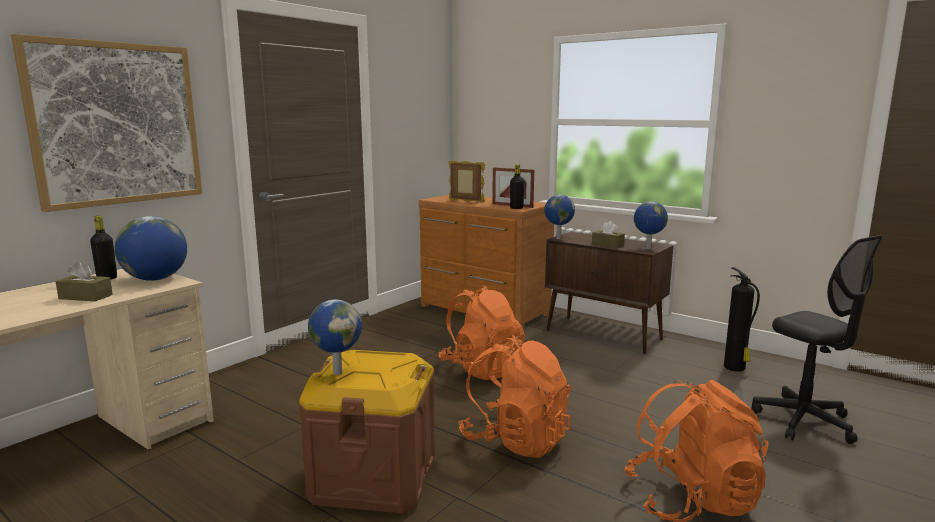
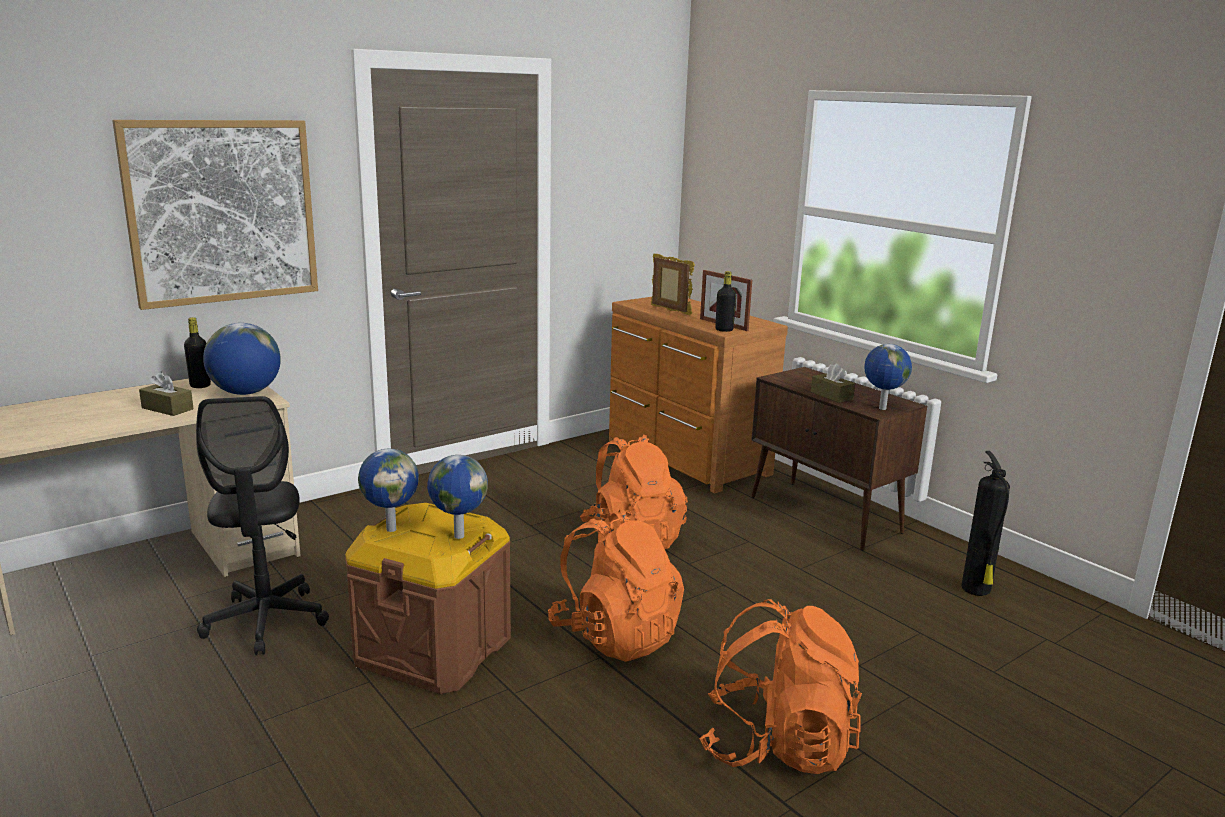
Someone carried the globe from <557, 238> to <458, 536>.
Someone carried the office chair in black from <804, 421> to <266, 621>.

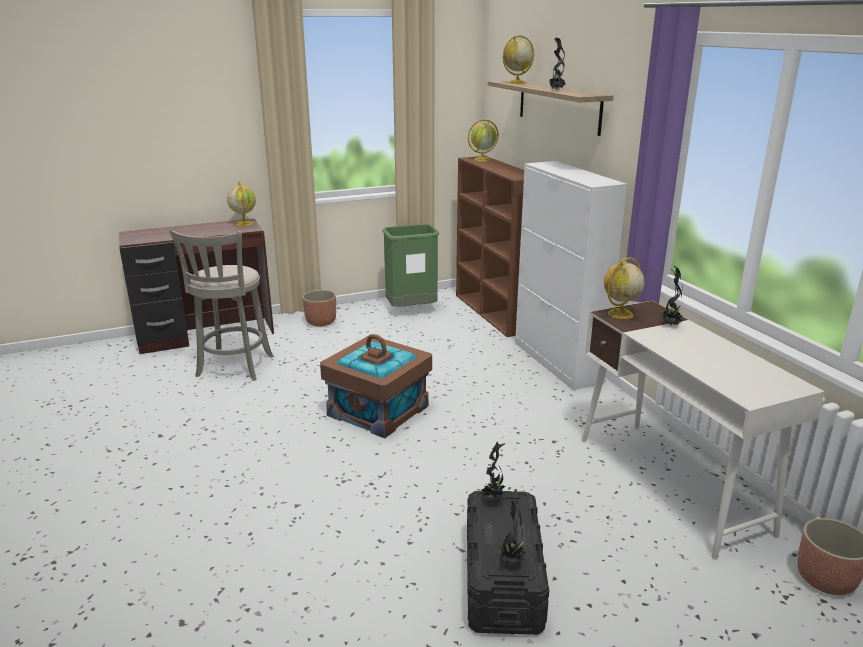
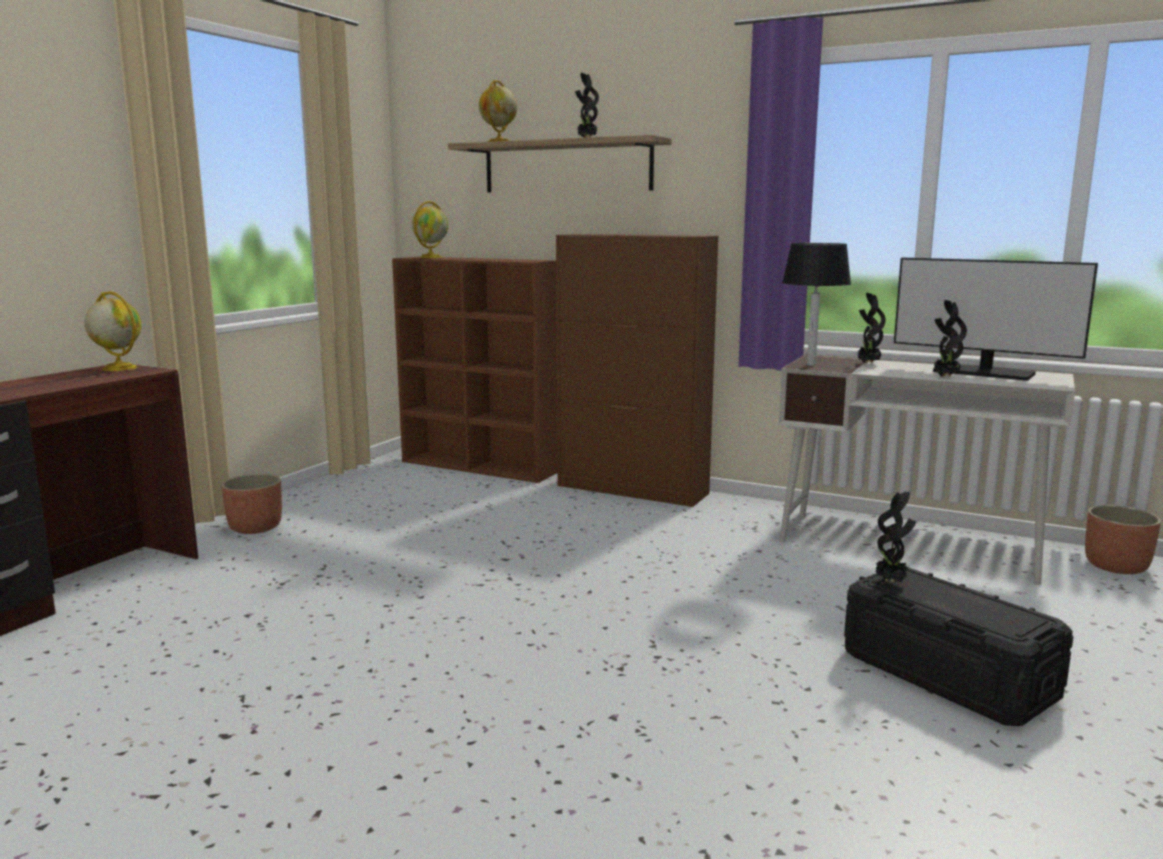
Someone repainted the cabinet in white at <557, 362>, which became the cabinet in brown at <633, 490>.
Someone took away the trash can in green at <411, 310>.
Someone took away the stool in grey at <233, 368>.
Someone swapped the globe at <620, 314> for the table lamp in black at <811, 365>.
Someone took away the storage box in brown at <378, 410>.
Someone carried the potted plant from <511, 561> to <944, 377>.
Someone put down the monitor at <983, 373>.

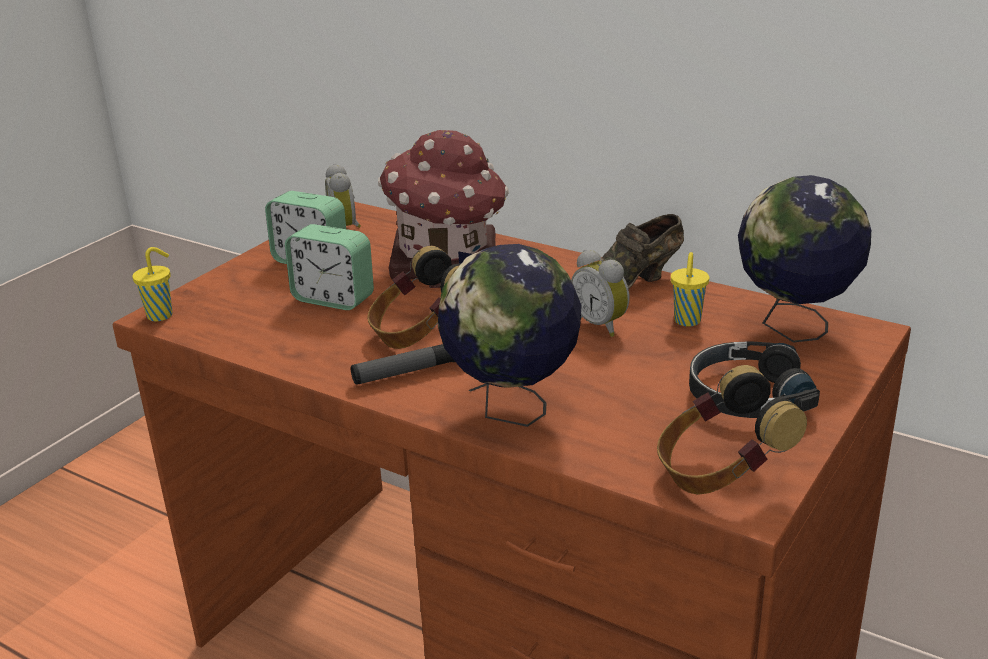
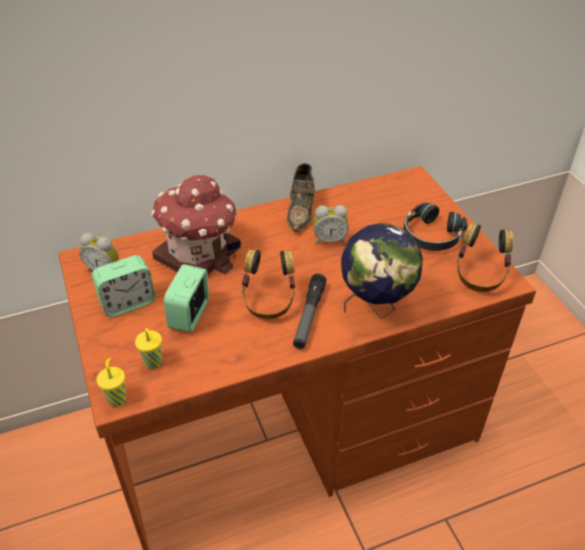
Someone took away the globe at <794, 328>.
Someone rotated the alarm clock at <333, 299> by 135 degrees clockwise.
Someone carried the cup in yellow from <687, 321> to <153, 363>.

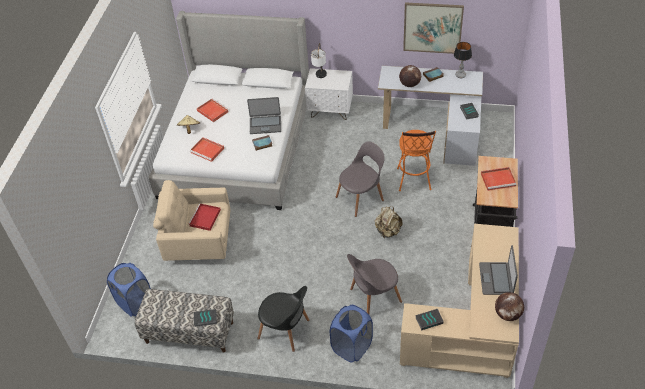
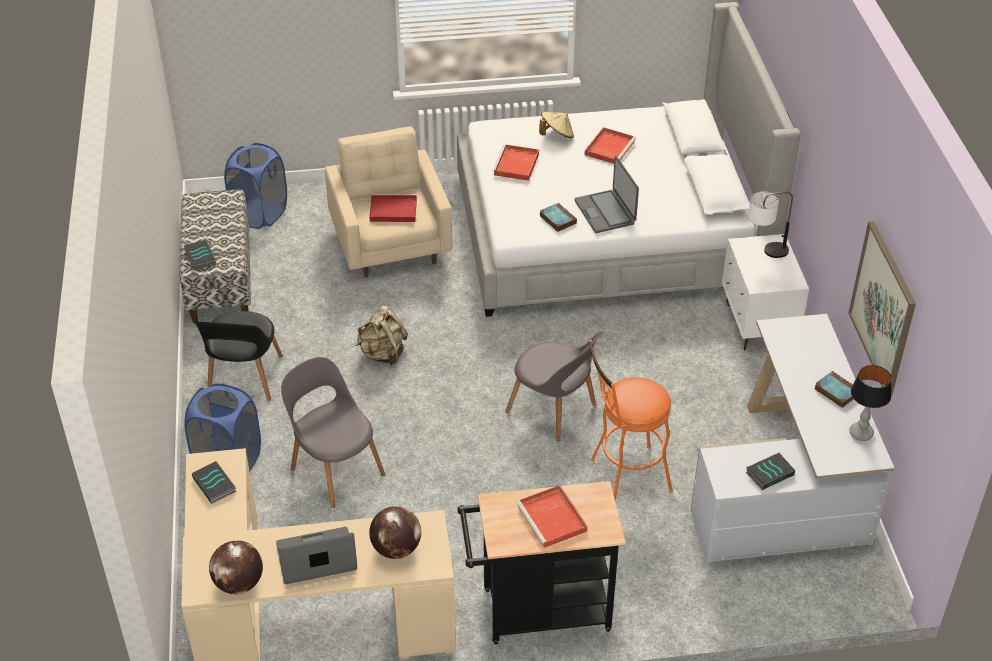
Someone carried the globe from <409, 84> to <396, 548>.
Someone carried the backpack in beige from <388, 231> to <383, 354>.

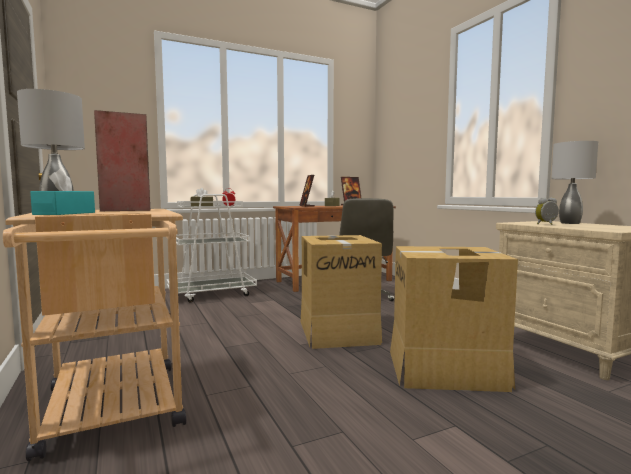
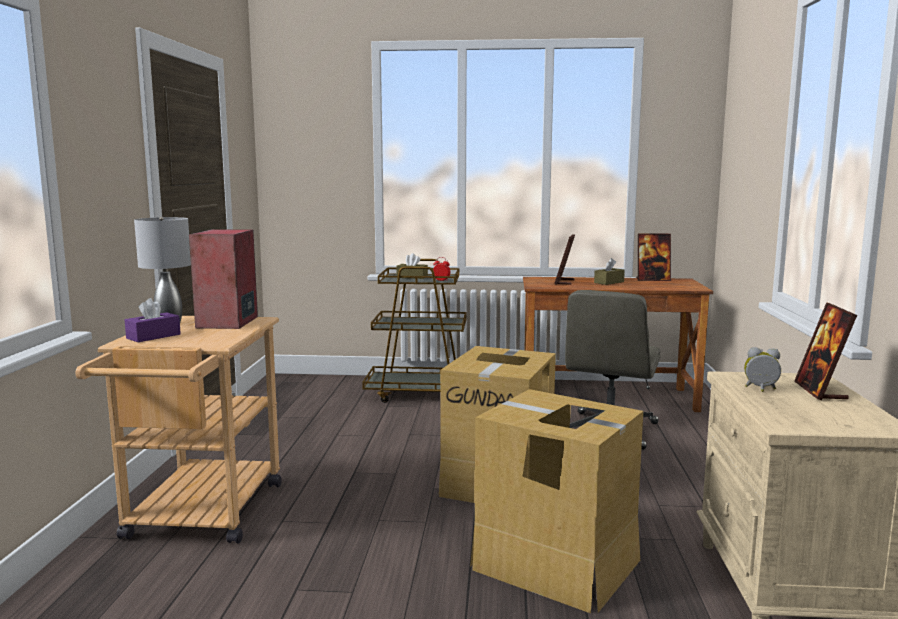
Someone swapped the table lamp in grey at <570, 223> for the picture frame at <820, 391>.
Someone repainted the tissue box in turquoise at <65, 213>, which became the tissue box in purple at <153, 336>.
Someone repainted the cart in white at <212, 294>, which became the cart in brown at <421, 393>.

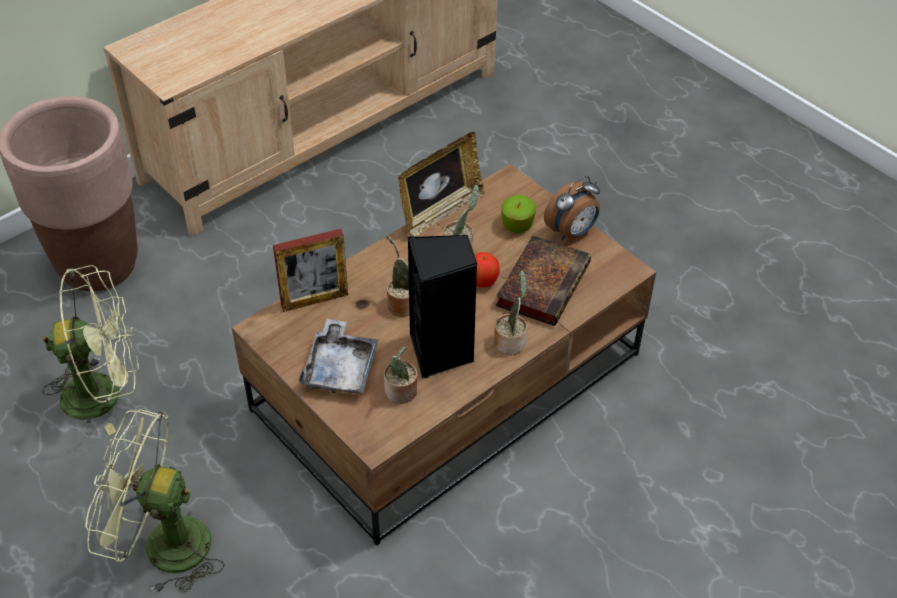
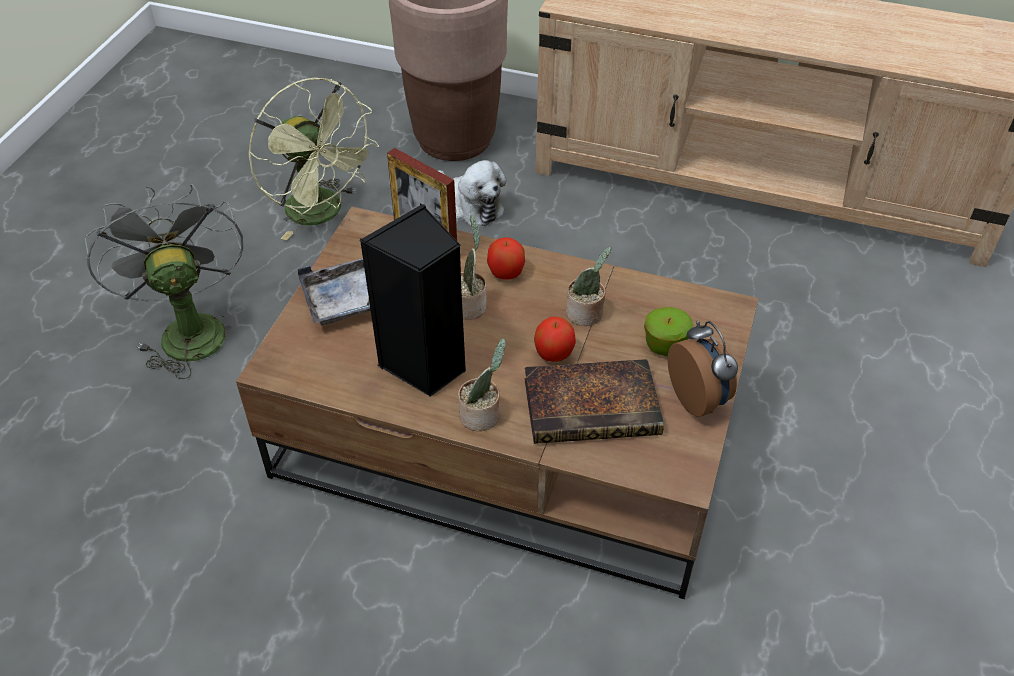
Someone took away the picture frame at <440, 212>.
Someone rotated the alarm clock at <572, 232> by 135 degrees counterclockwise.
Someone took away the potted plant at <401, 393>.
Someone repainted the fan in green at <162, 545>, which became the fan in grey at <188, 328>.
Someone put down the plush toy at <470, 205>.
Someone put down the apple at <506, 273>.

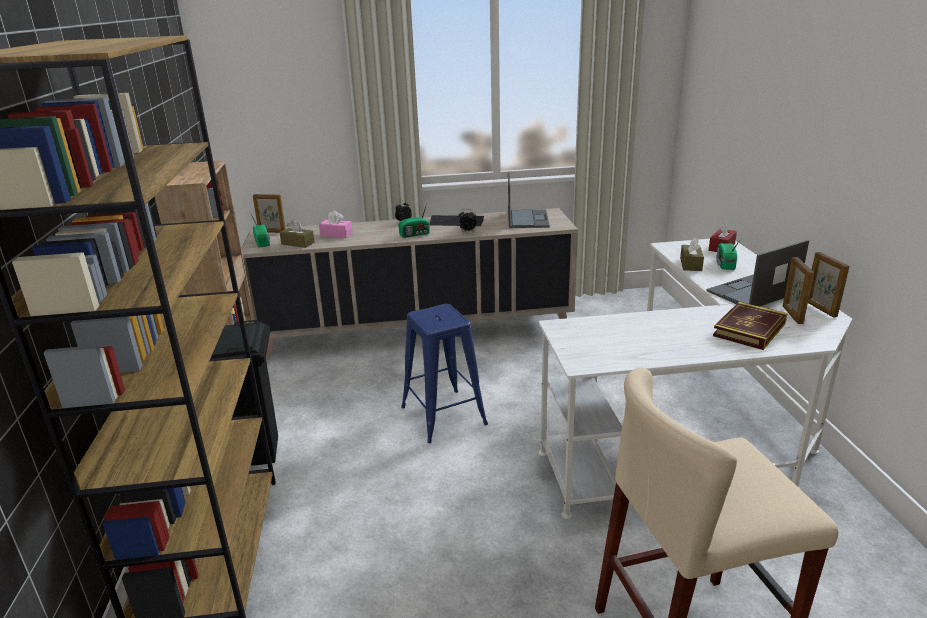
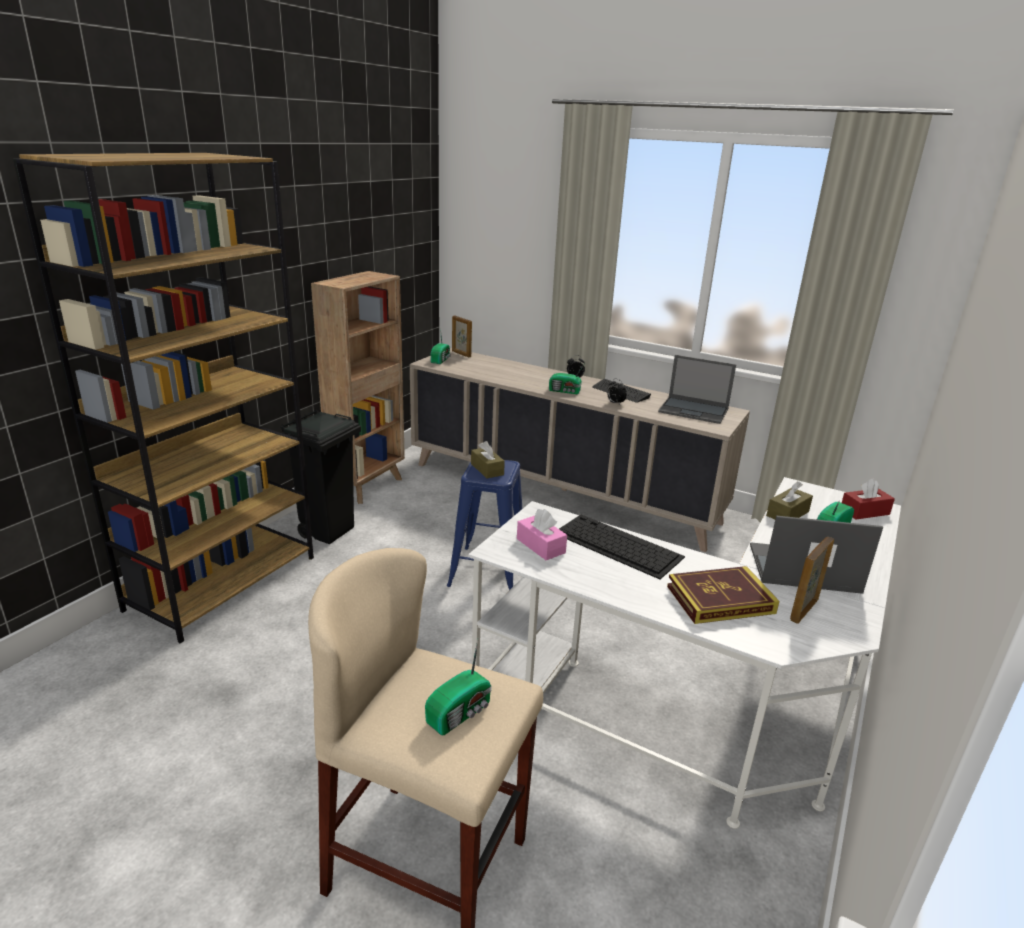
Someone rotated the laptop at <527, 219> by 75 degrees clockwise.
Someone carried the tissue box in pink from <336, 234> to <540, 546>.
Someone carried the tissue box in brown from <298, 243> to <487, 469>.
Someone took away the picture frame at <820, 309>.
Someone put down the keyboard at <616, 545>.
Someone put down the radio at <461, 713>.

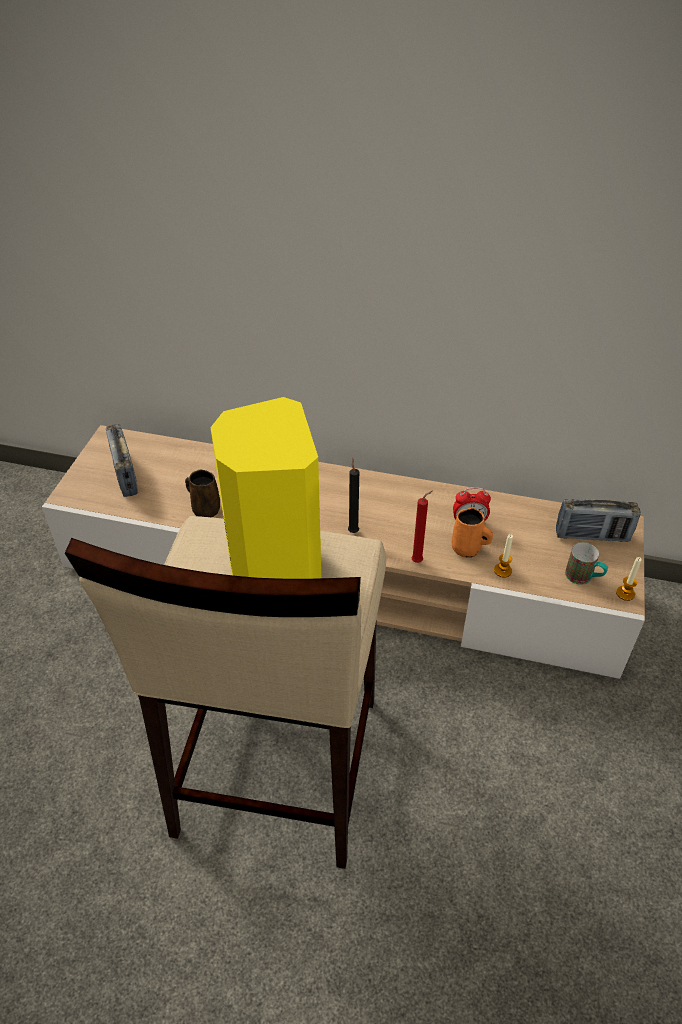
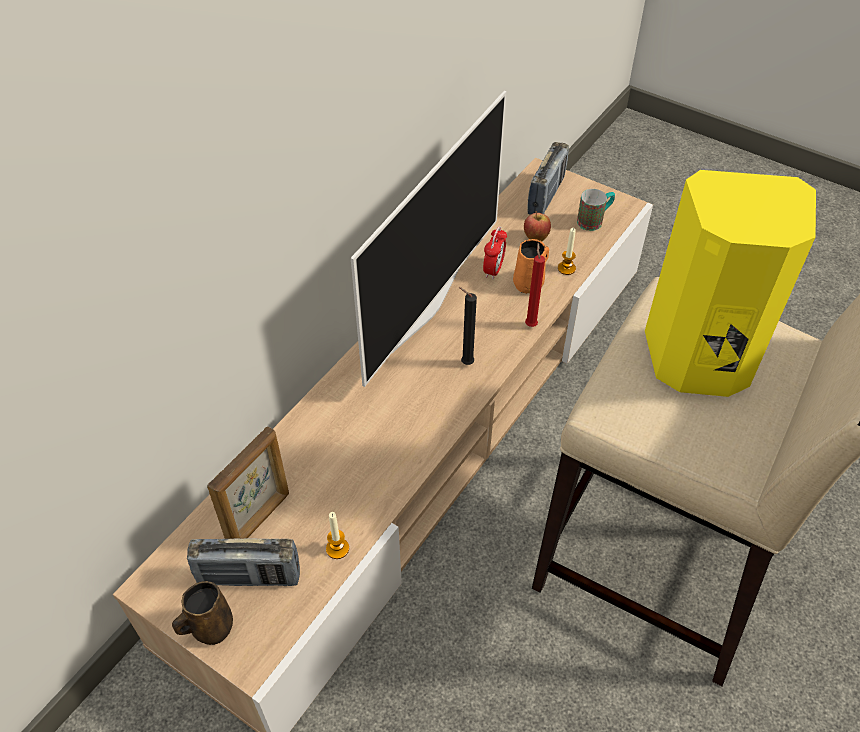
Someone carried the mug in brown from <205, 509> to <210, 628>.
Someone carried the candle from <625, 593> to <337, 548>.
Someone put down the television at <424, 308>.
Someone put down the apple at <535, 238>.
Someone put down the picture frame at <260, 518>.

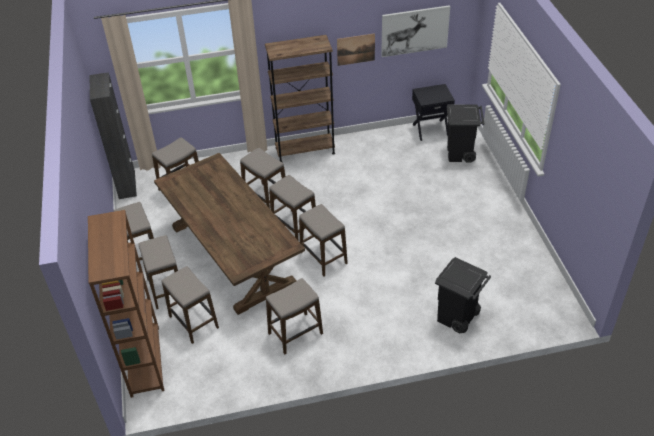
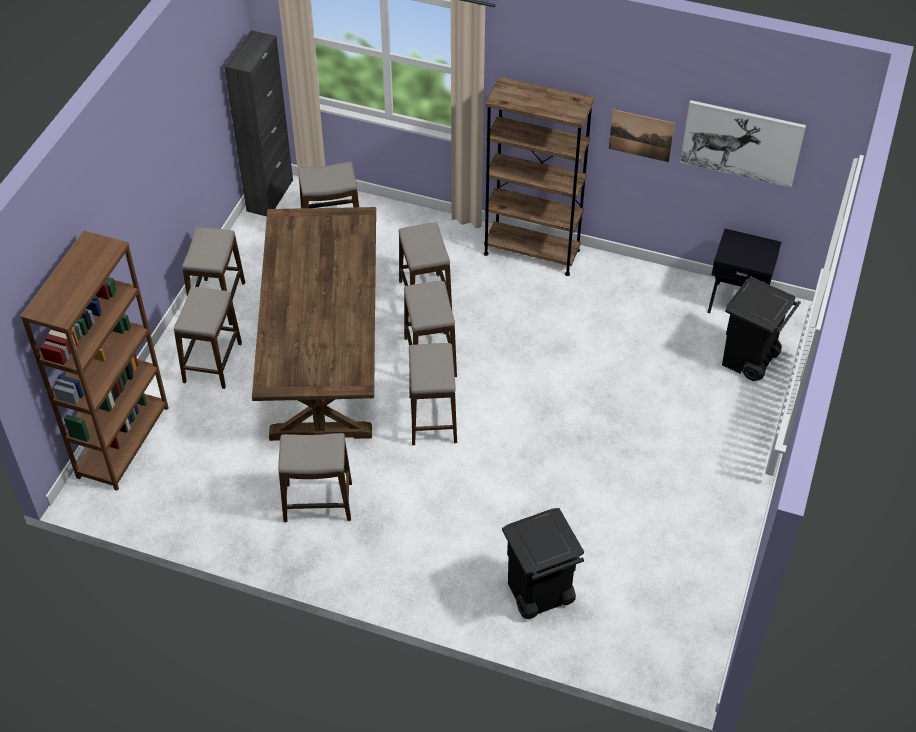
Someone took away the stool at <193, 322>.

